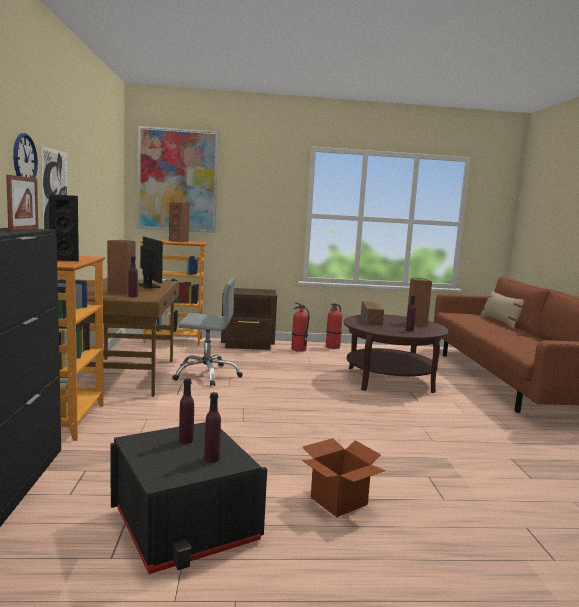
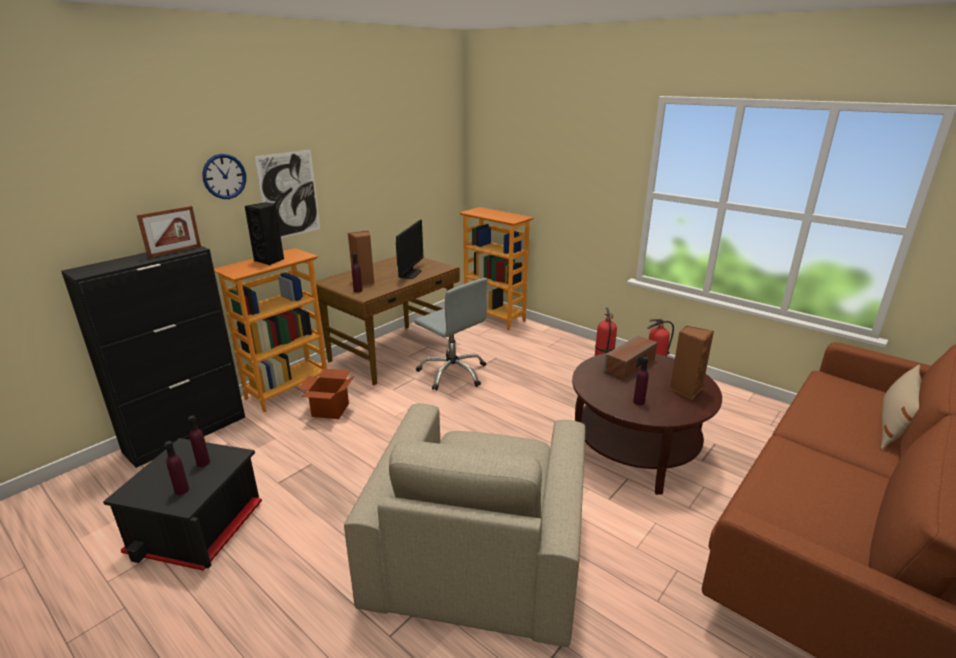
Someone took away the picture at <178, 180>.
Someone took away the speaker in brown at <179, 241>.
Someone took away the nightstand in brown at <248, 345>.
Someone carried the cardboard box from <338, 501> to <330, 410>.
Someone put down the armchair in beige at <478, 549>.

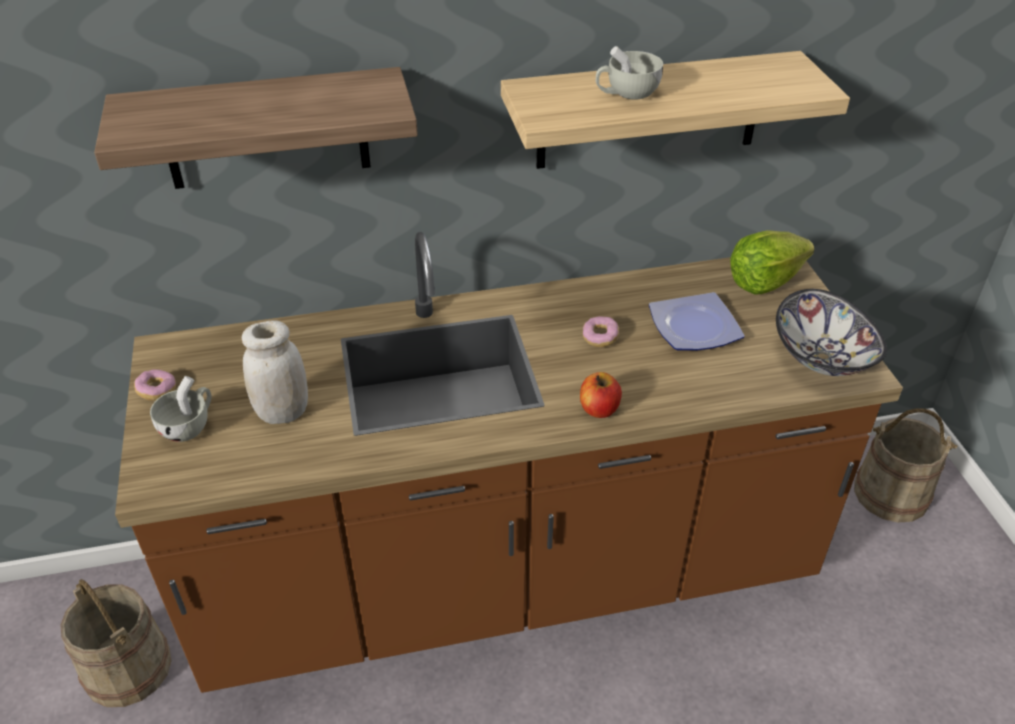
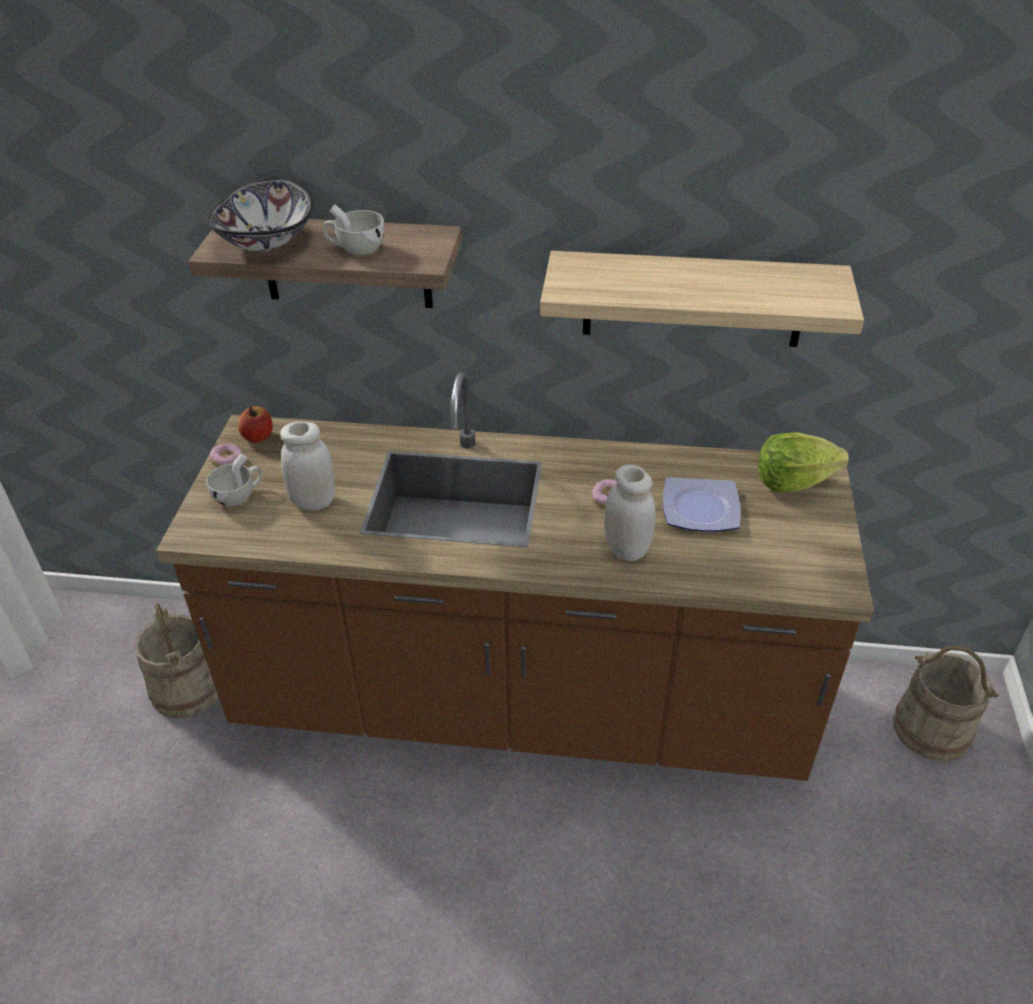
Someone carried the cup in white from <626, 94> to <356, 248>.
Someone carried the bowl from <821, 357> to <265, 241>.
Someone carried the apple from <599, 409> to <258, 436>.
Someone put down the jar in white at <626, 549>.

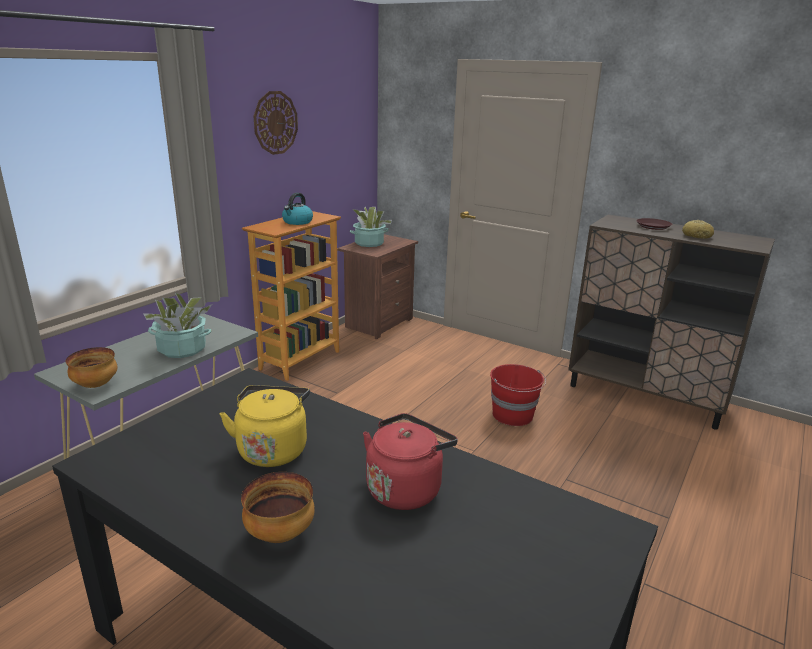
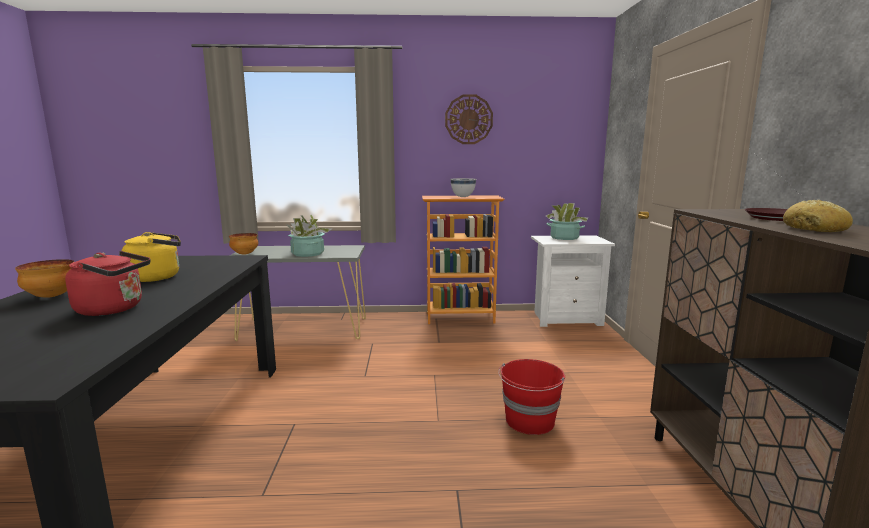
Someone swapped the kettle at <297, 222> for the bowl in white at <463, 197>.
Someone repainted the nightstand in brown at <378, 323>, which became the nightstand in white at <566, 318>.

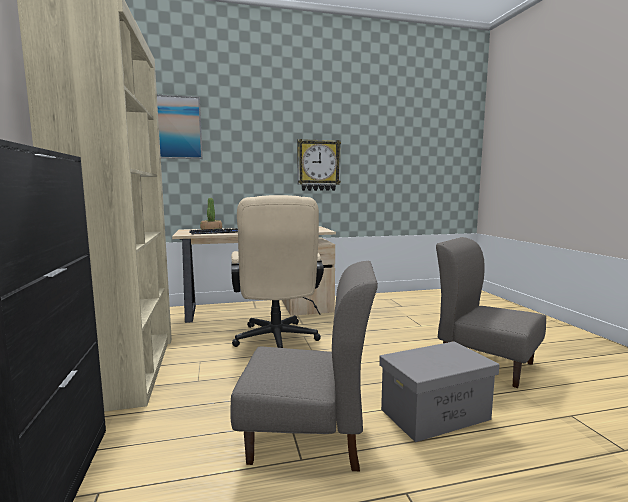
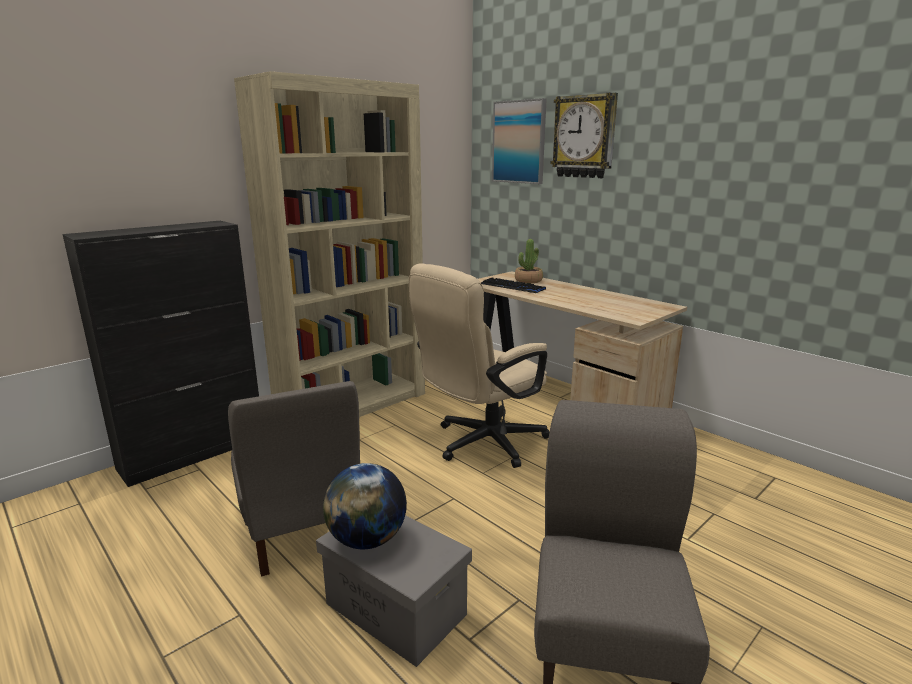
Someone carried the wall clock from <318, 165> to <584, 137>.
Someone put down the globe at <367, 540>.

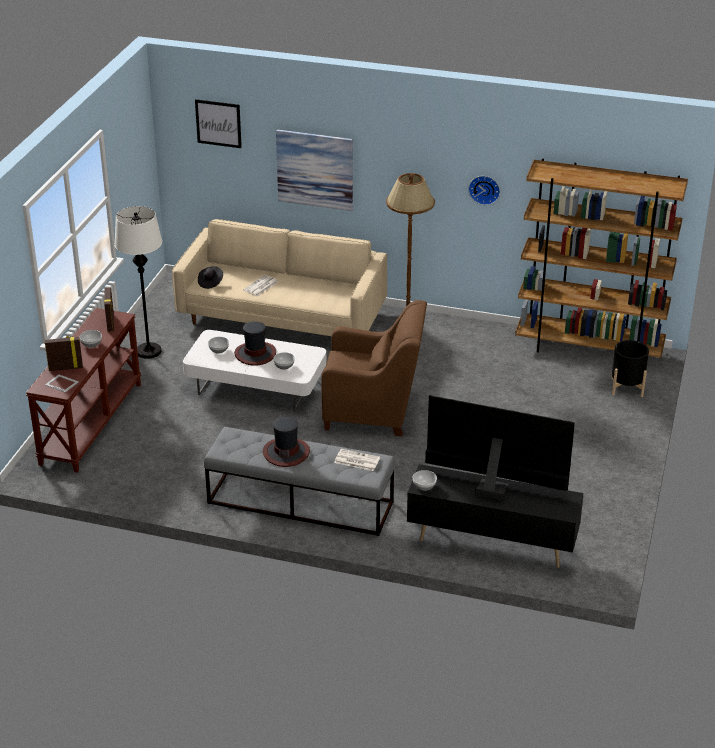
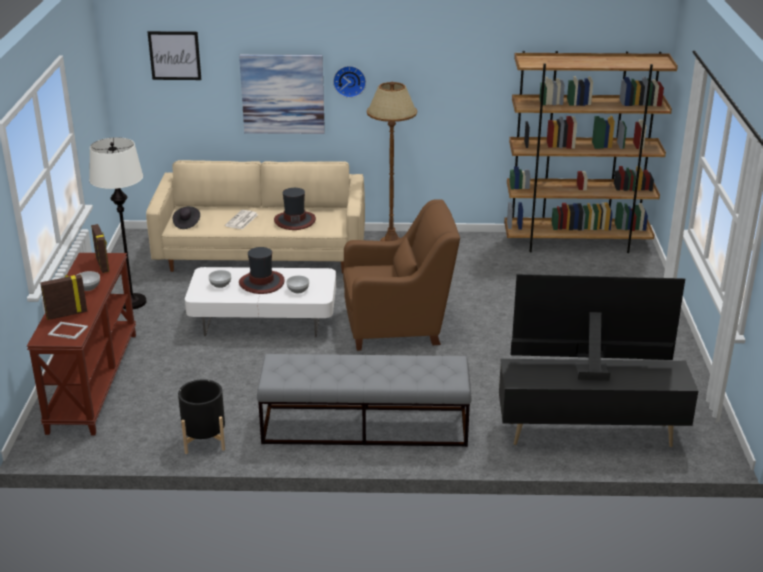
Someone carried the wall clock from <484, 189> to <349, 80>.
Someone carried the planter in black from <627, 387> to <204, 440>.
Someone carried the hat from <286, 452> to <294, 220>.
Someone took away the newspaper at <356, 460>.
Someone took away the bowl at <424, 486>.

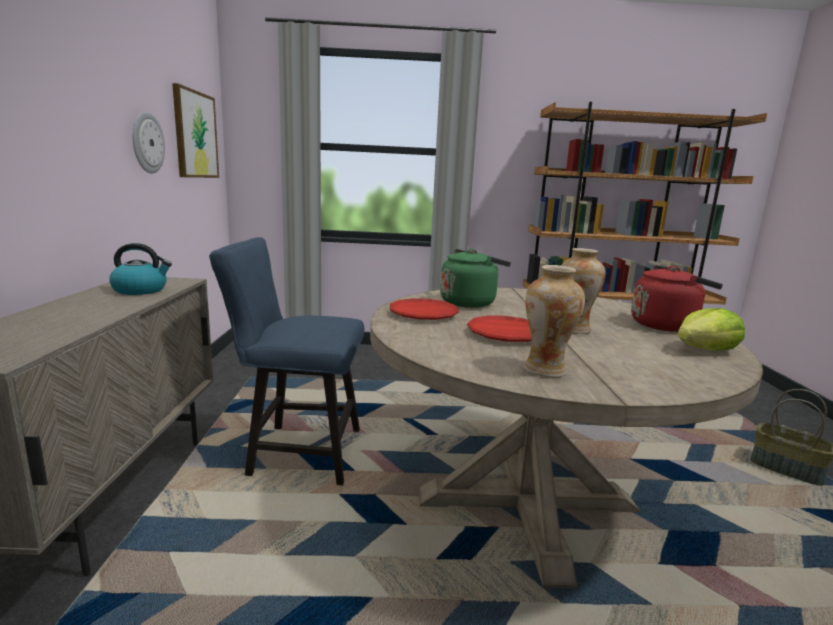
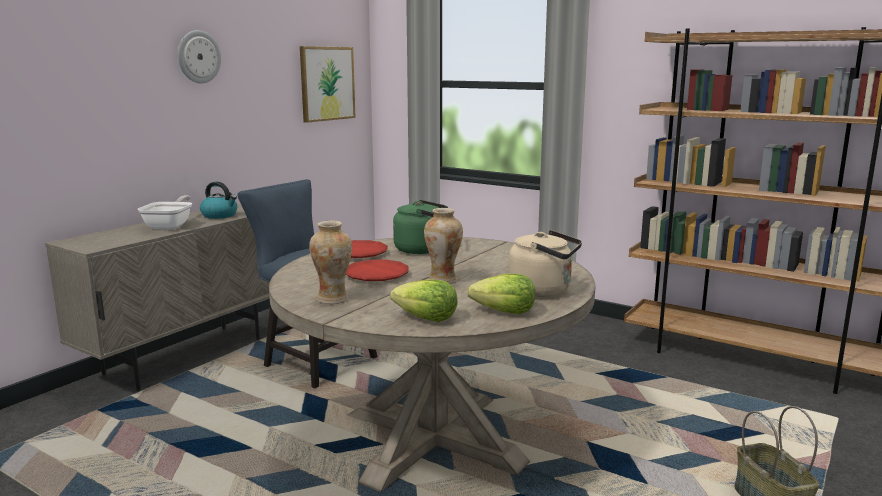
Someone carried the wall clock from <147, 143> to <198, 57>.
Someone repainted the kettle in red at <666, 325>, which became the kettle in beige at <544, 291>.
Someone put down the frying pan at <170, 226>.
Someone put down the lettuce at <426, 318>.

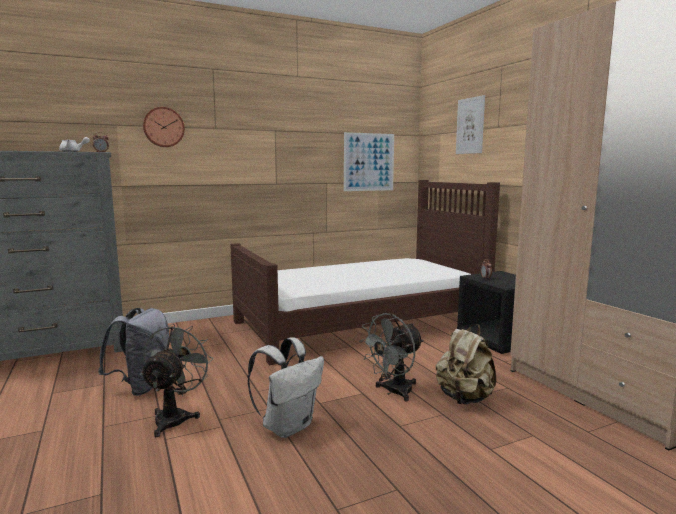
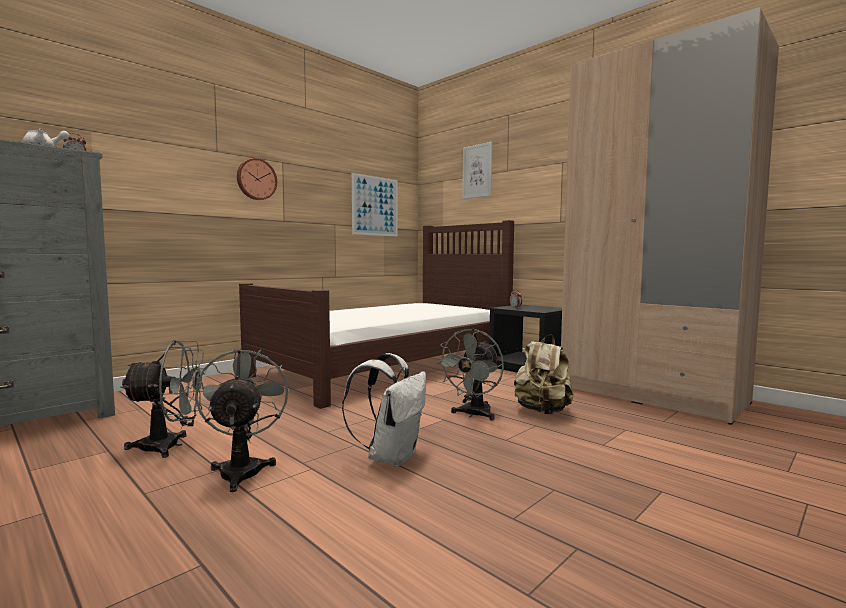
Someone carried the wall clock from <163, 127> to <256, 179>.
Someone swapped the backpack in grey at <142, 386> for the fan in grey at <170, 446>.

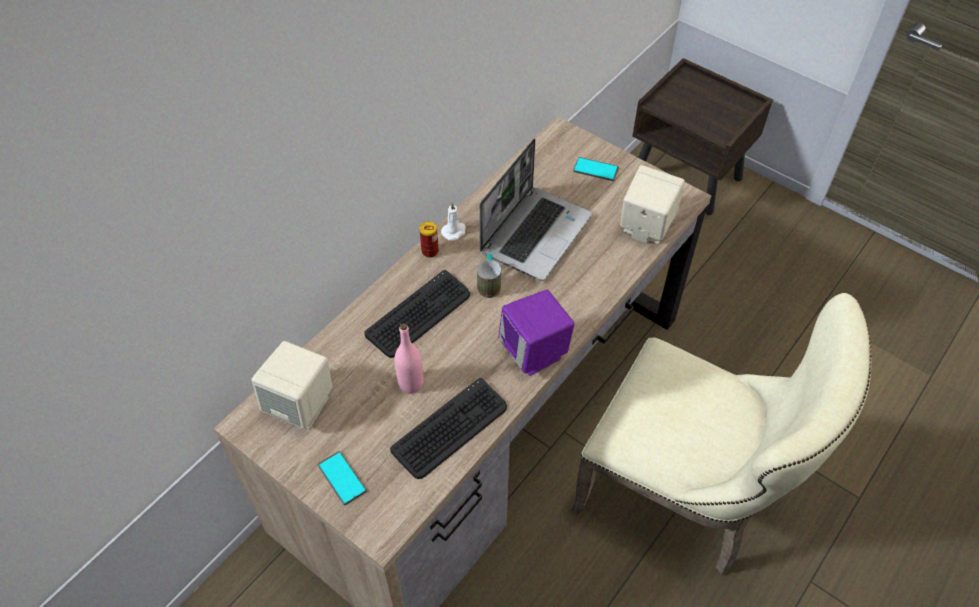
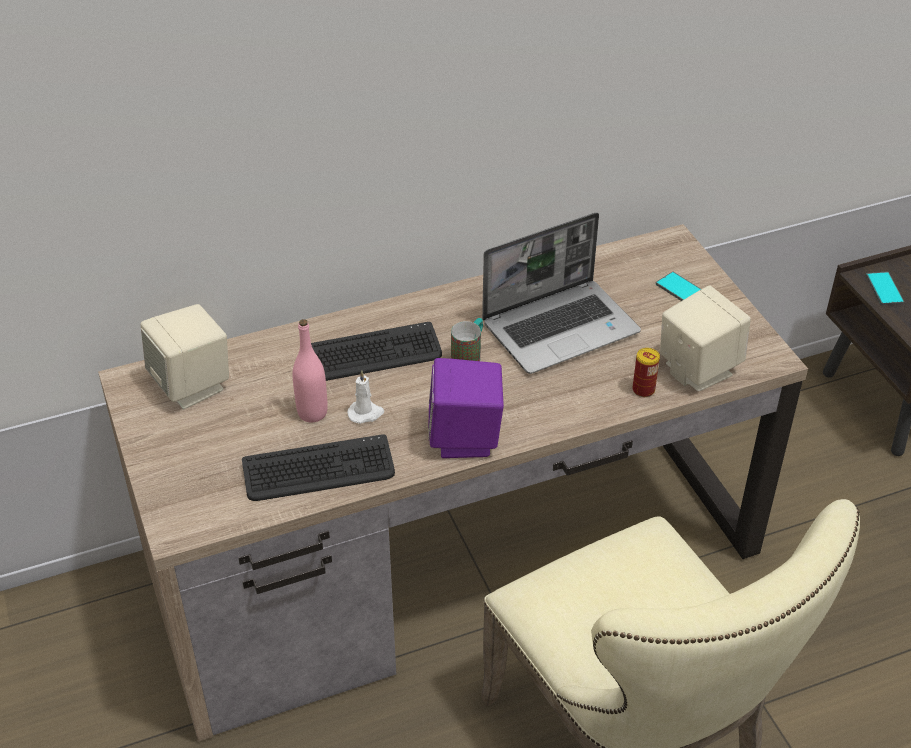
Someone carried the candle in white from <454, 231> to <366, 413>.
Someone carried the can from <430, 251> to <643, 390>.
Someone carried the phone from <341, 478> to <884, 289>.

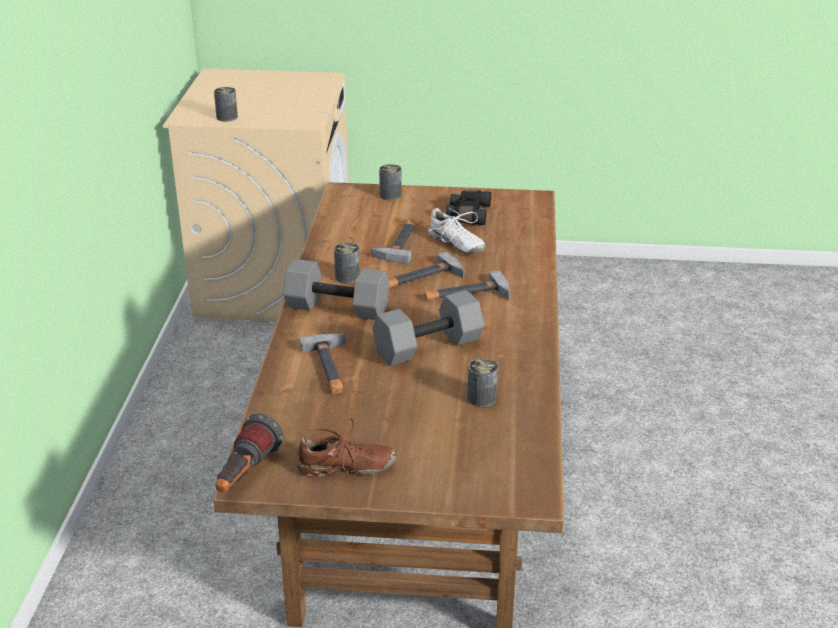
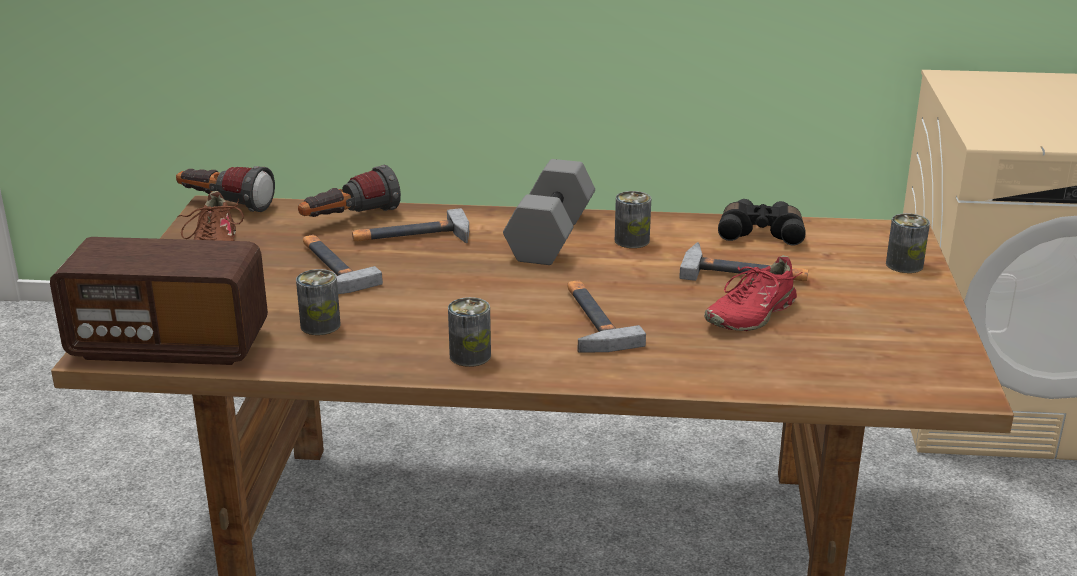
Someone carried the can from <227, 117> to <470, 356>.
Someone carried the binoculars in black from <467, 215> to <761, 233>.
Someone repainted the shoe in white at <456, 244>, which became the shoe in red at <750, 314>.
Someone carried the hammer from <422, 278> to <329, 268>.
Someone took away the dumbbell in grey at <428, 345>.
Someone put down the flashlight at <349, 220>.
Someone put down the radio at <169, 345>.

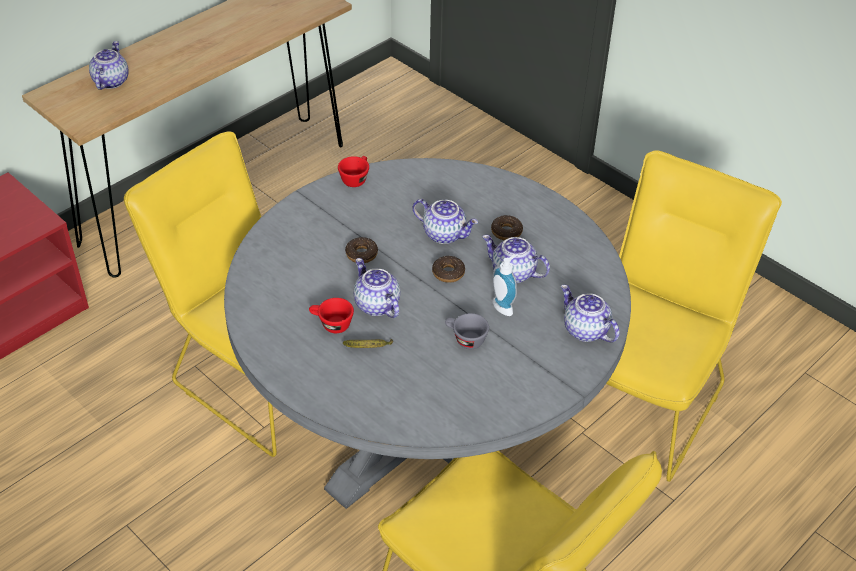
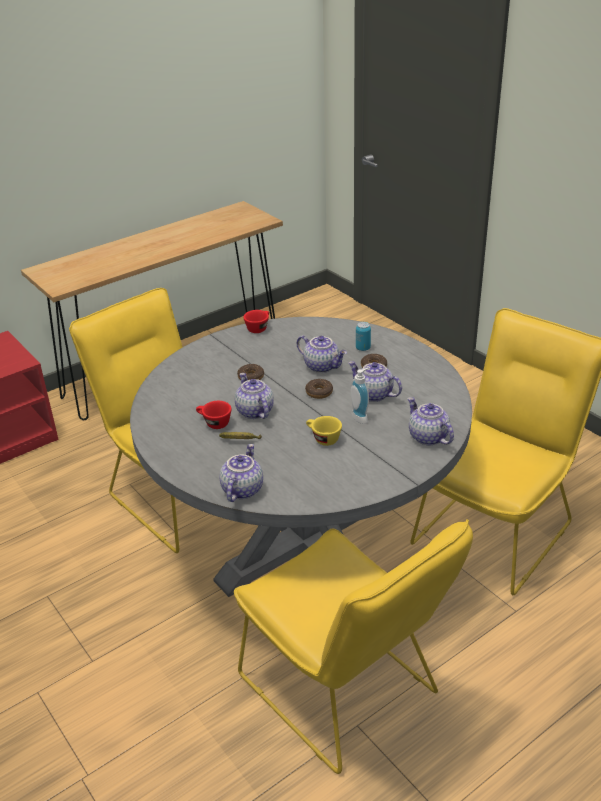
Someone carried the teapot from <110, 81> to <241, 489>.
Someone repainted the cup in grey at <465, 339>, which became the cup in yellow at <322, 439>.
Someone put down the can at <363, 348>.

